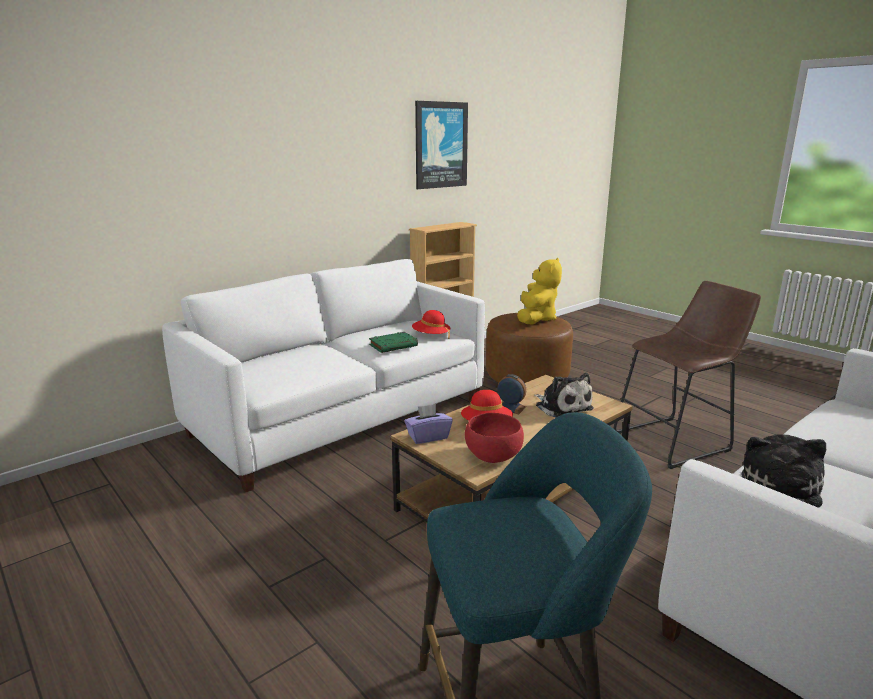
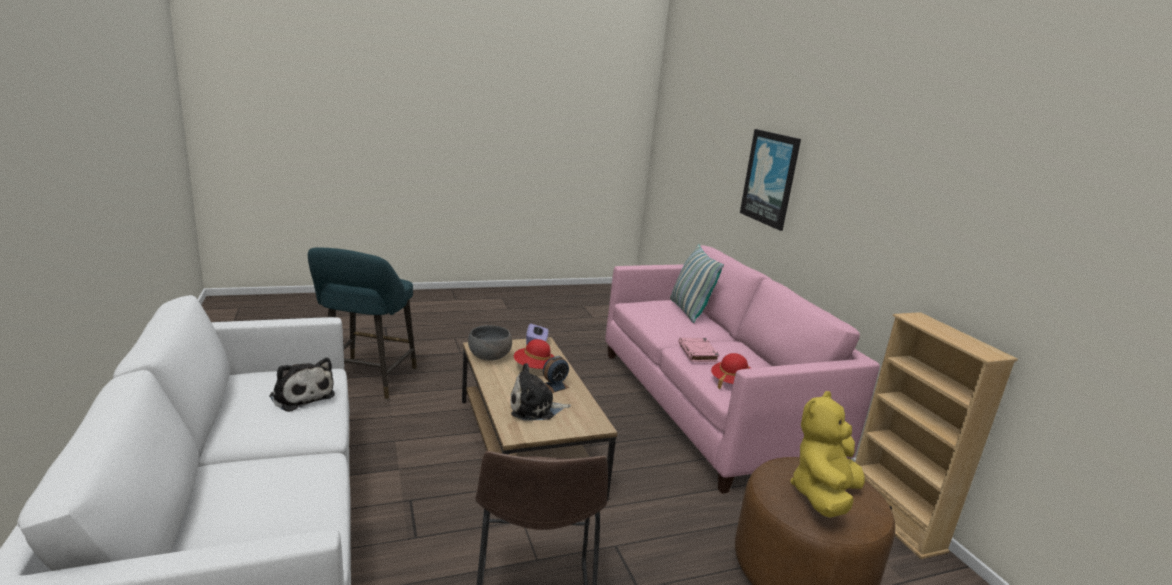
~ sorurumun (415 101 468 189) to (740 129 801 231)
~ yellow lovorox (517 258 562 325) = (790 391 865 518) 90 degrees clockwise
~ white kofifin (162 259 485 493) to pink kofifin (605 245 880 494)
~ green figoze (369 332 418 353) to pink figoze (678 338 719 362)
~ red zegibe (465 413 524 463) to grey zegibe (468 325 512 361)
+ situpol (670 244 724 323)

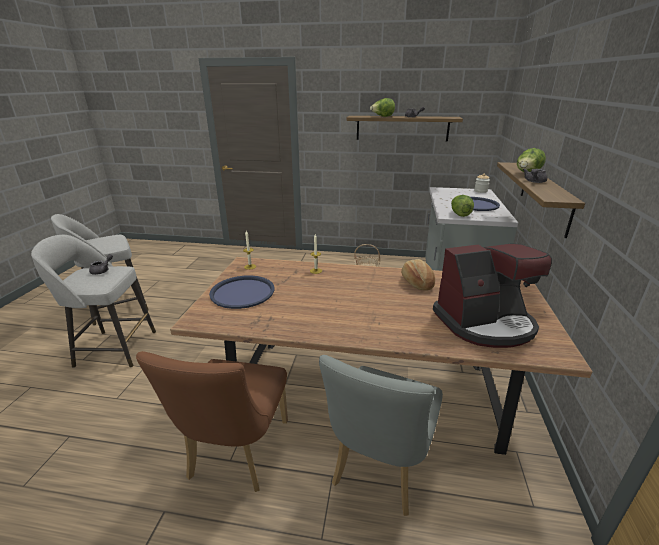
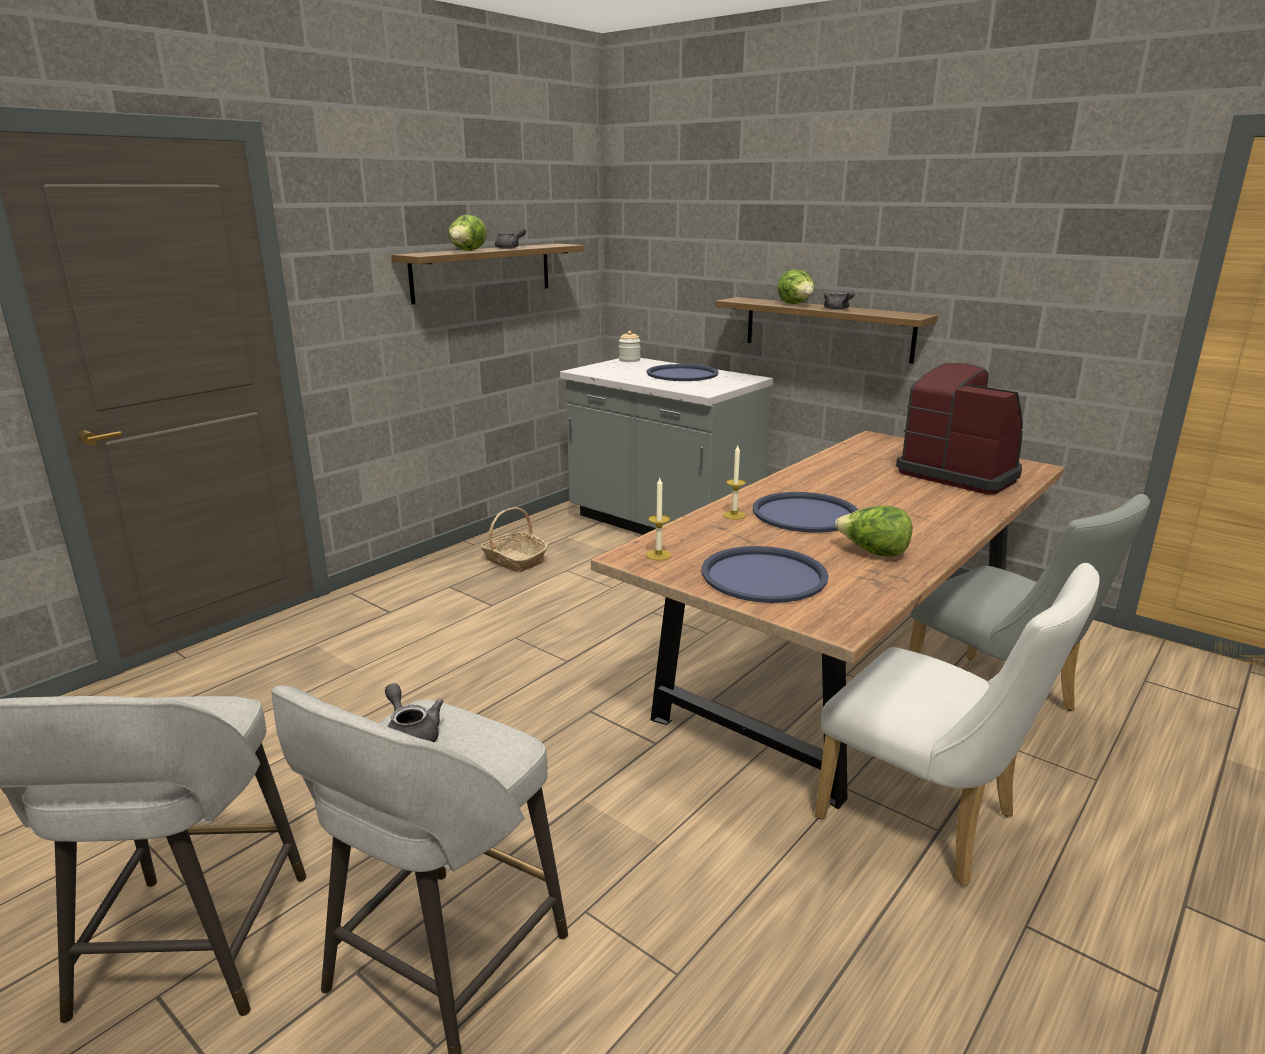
~ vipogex (451 195 474 217) to (835 506 913 557)
~ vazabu (433 243 552 348) = (896 363 1023 494) 60 degrees counterclockwise
- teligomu (401 259 435 291)
~ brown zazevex (136 351 288 492) to white zazevex (815 563 1100 886)
+ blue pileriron (753 492 858 533)

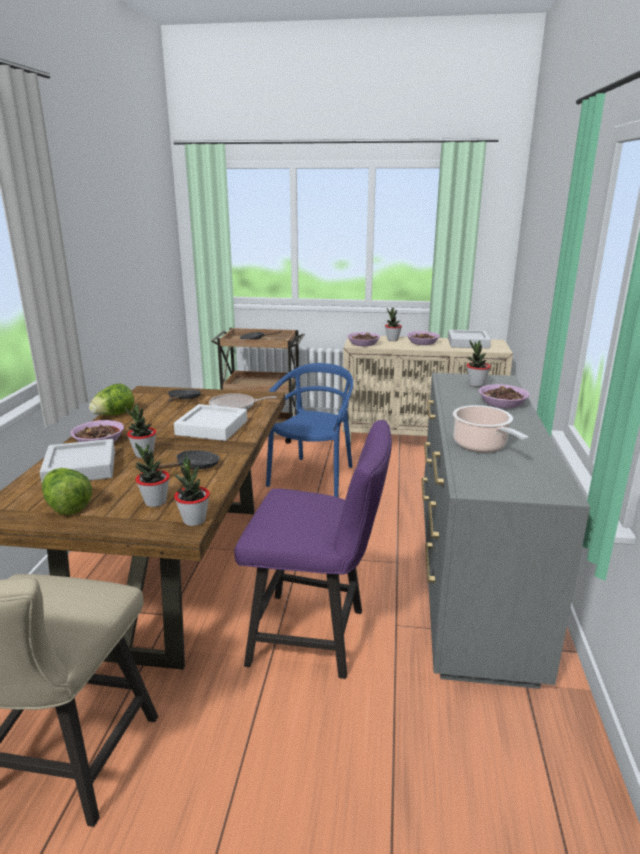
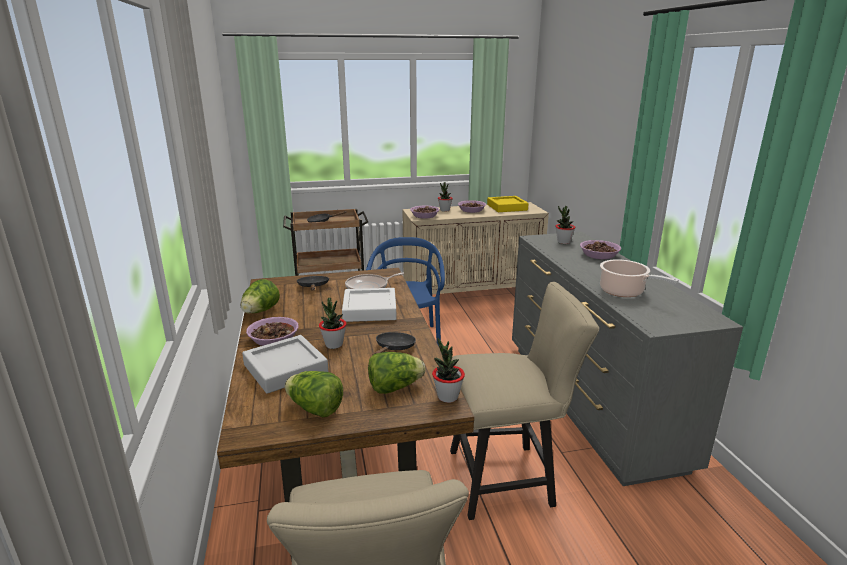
~ grey pileriron (448 330 491 348) to yellow pileriron (487 196 529 212)
~ purple zazevex (234 420 392 679) to beige zazevex (450 282 599 520)
~ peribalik (135 443 170 507) to vipogex (368 352 425 394)

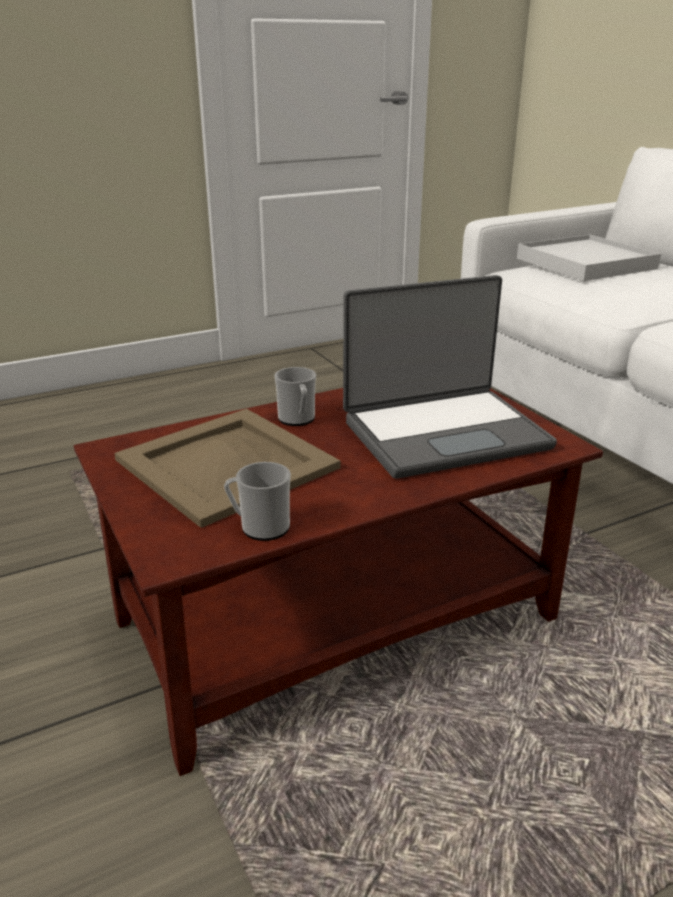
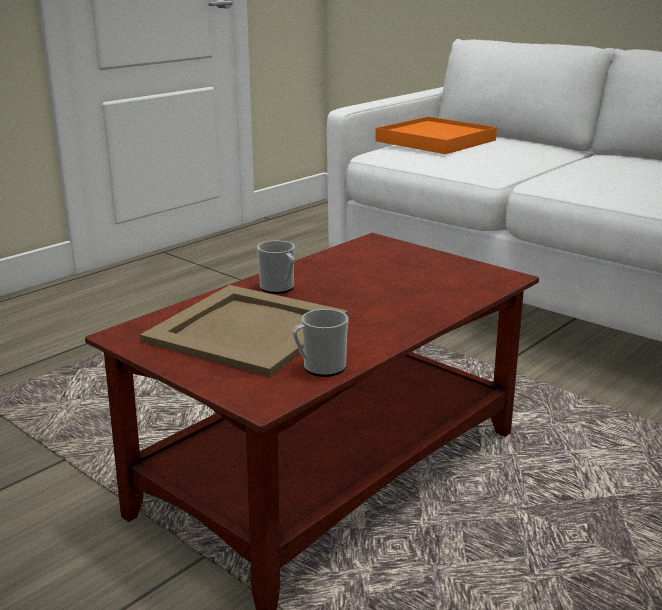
~ white pileriron (517 235 661 281) to orange pileriron (376 117 497 154)
- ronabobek (343 275 557 479)

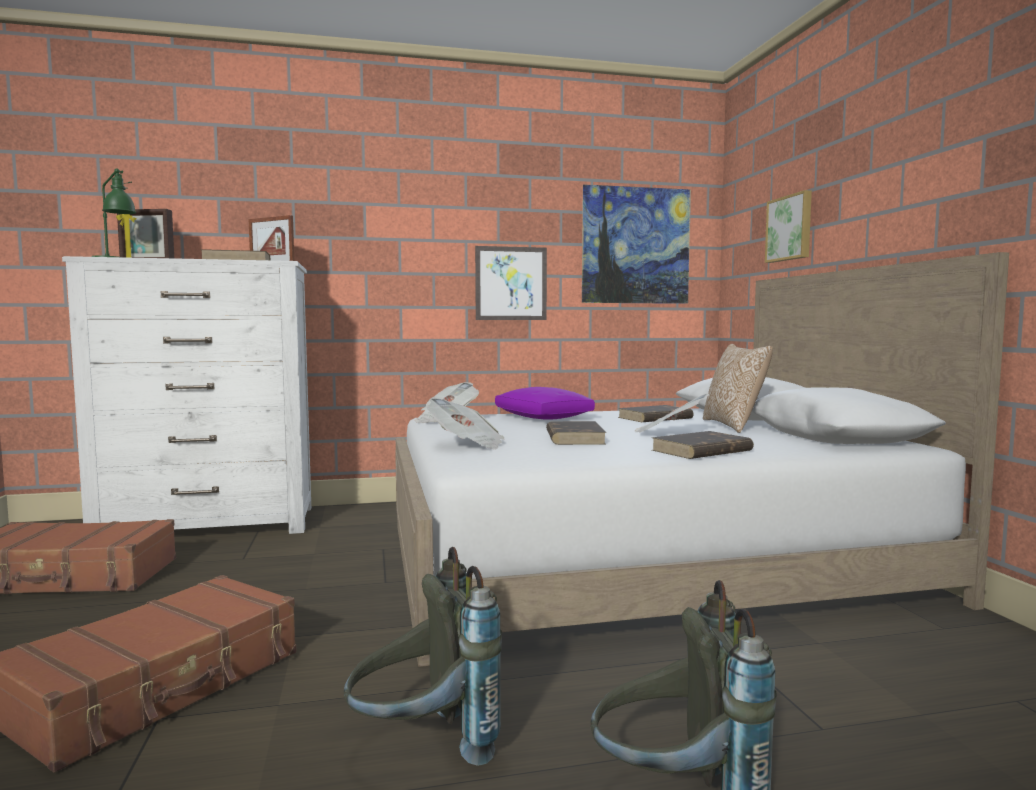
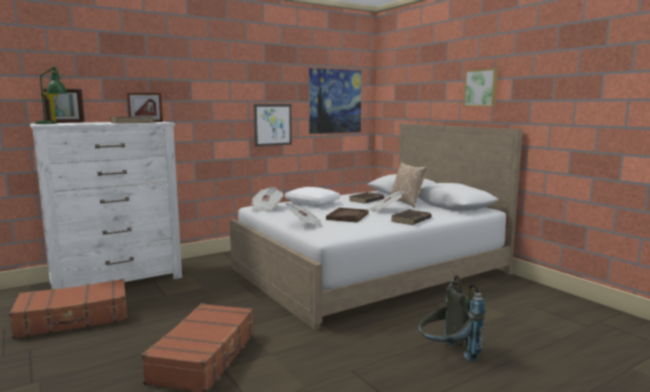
~ sorurumun (765 190 812 263) to (464 68 498 107)
~ purple situpol (495 387 595 420) to white situpol (285 187 340 205)
~ brown figoze (546 421 606 445) to brown pileriron (326 208 369 223)
- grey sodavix (344 547 502 766)

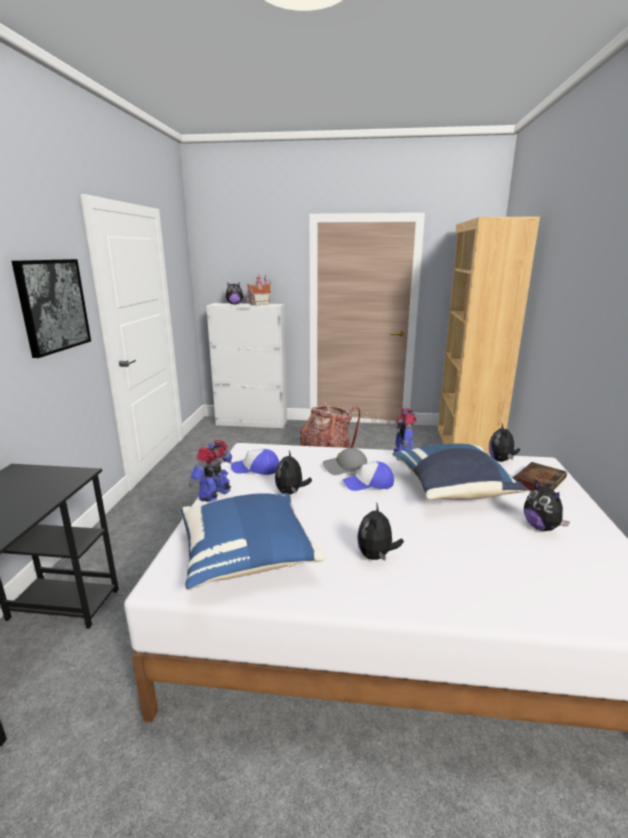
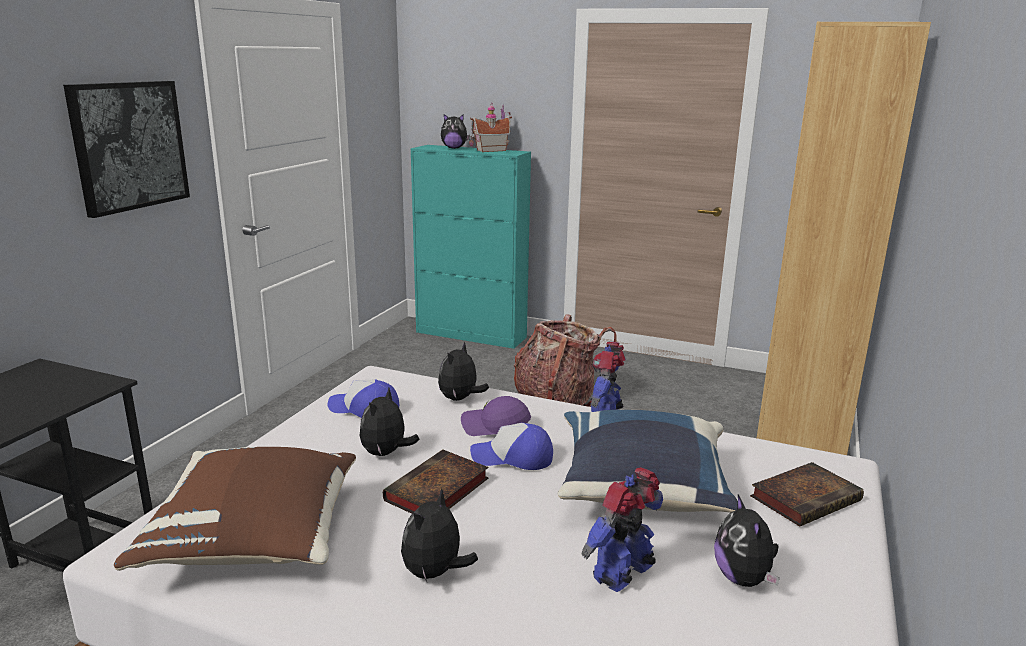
~ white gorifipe (206 303 287 428) to turquoise gorifipe (411 145 531 349)
~ lovorox (489 424 520 462) to (438 342 489 401)
~ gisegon (189 440 232 502) to (582 467 663 592)
~ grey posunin (323 448 367 475) to purple posunin (461 396 531 436)
~ blue situpol (181 493 325 591) to brown situpol (114 447 356 571)
+ figoze (383 450 488 514)

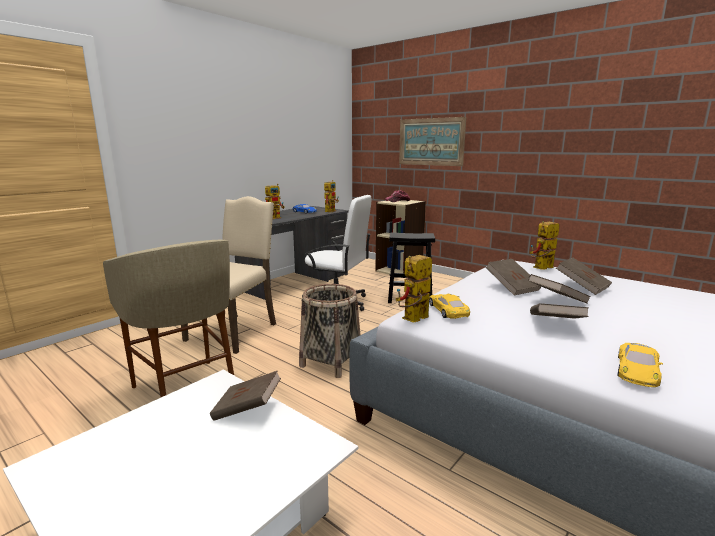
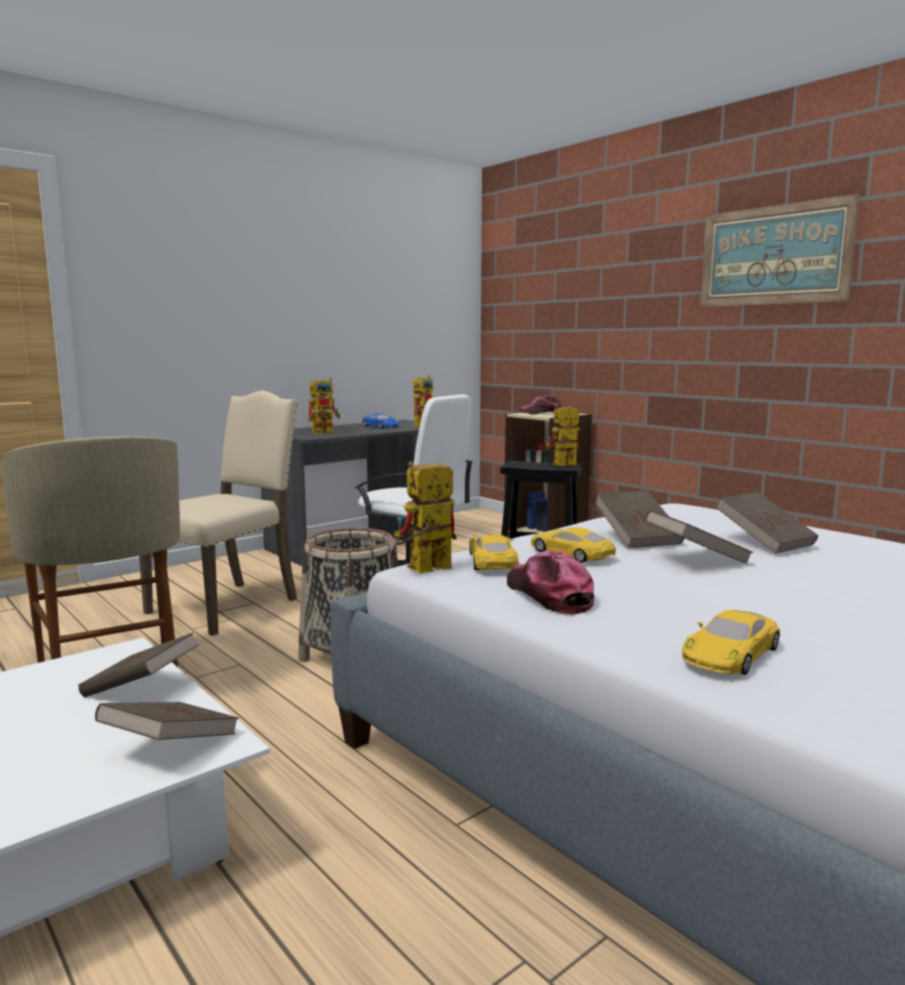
~ sorurumun (399 117 466 166) to (700 194 860 307)
~ gisegon (530 221 560 270) to (546 405 581 466)
~ brown figoze (530 303 589 319) to (95 702 239 740)
+ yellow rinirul (531 527 616 563)
+ posunin (507 551 594 615)

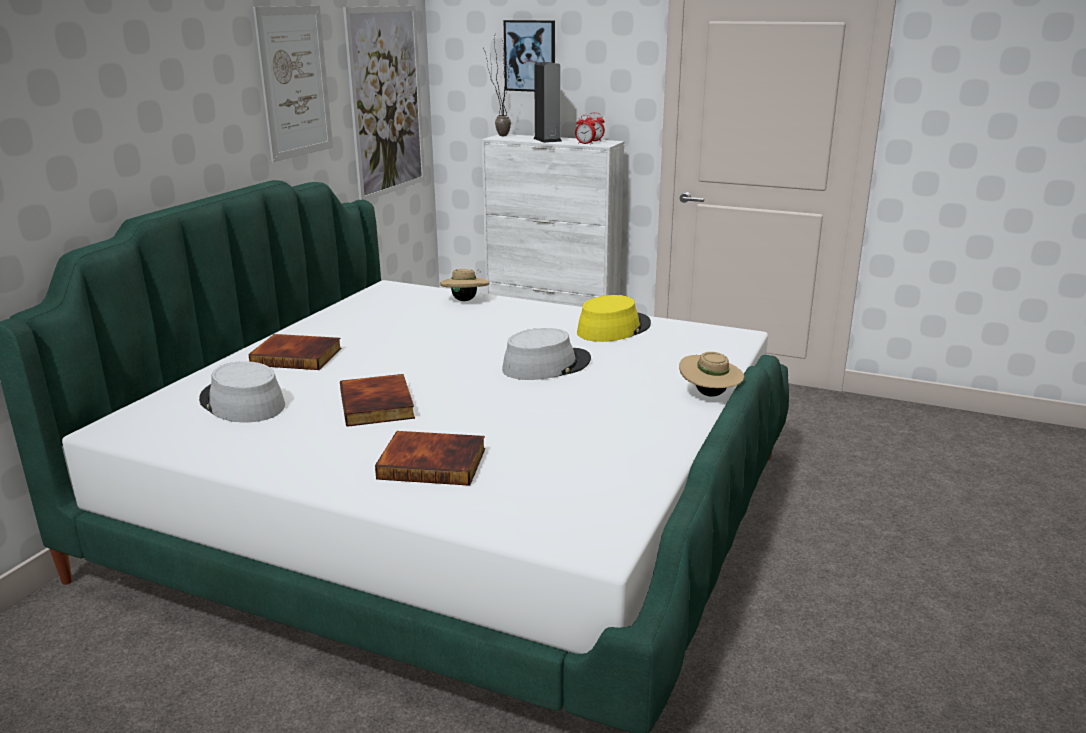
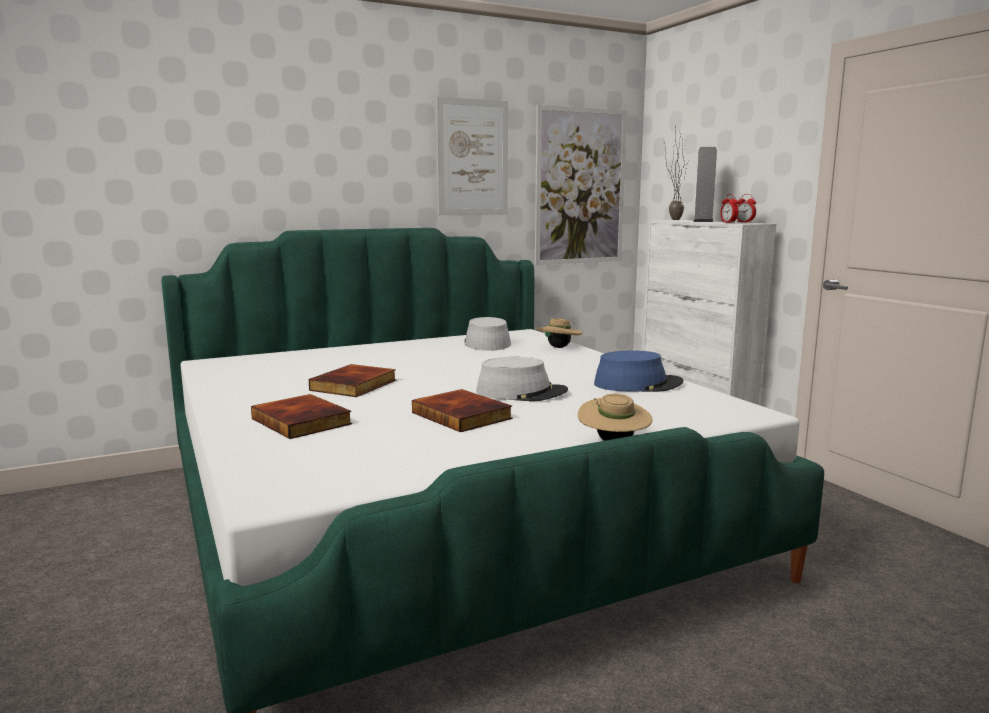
- sorurumun (504 20 555 92)
~ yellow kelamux (577 295 651 342) to blue kelamux (594 350 683 392)
~ figoze (248 334 342 370) to (412 389 512 432)
~ grey kelamux (199 361 285 422) to (465 317 511 351)

